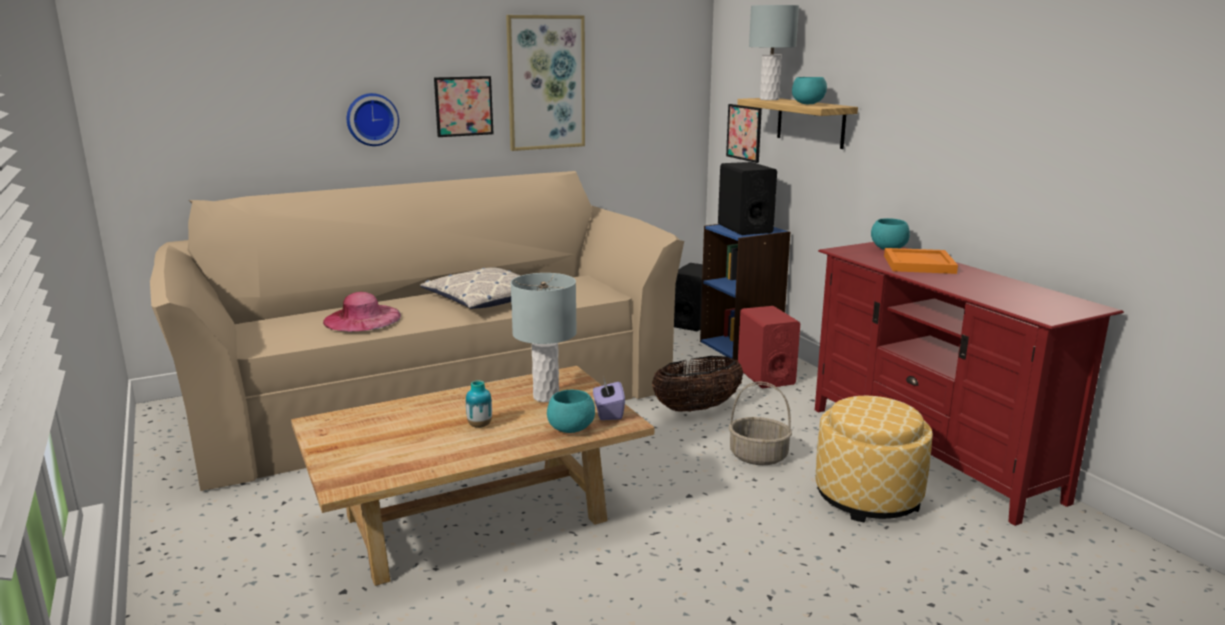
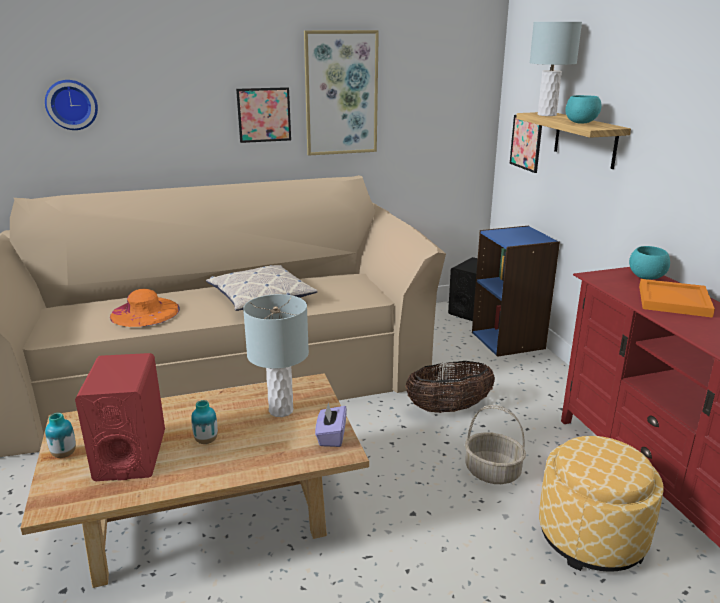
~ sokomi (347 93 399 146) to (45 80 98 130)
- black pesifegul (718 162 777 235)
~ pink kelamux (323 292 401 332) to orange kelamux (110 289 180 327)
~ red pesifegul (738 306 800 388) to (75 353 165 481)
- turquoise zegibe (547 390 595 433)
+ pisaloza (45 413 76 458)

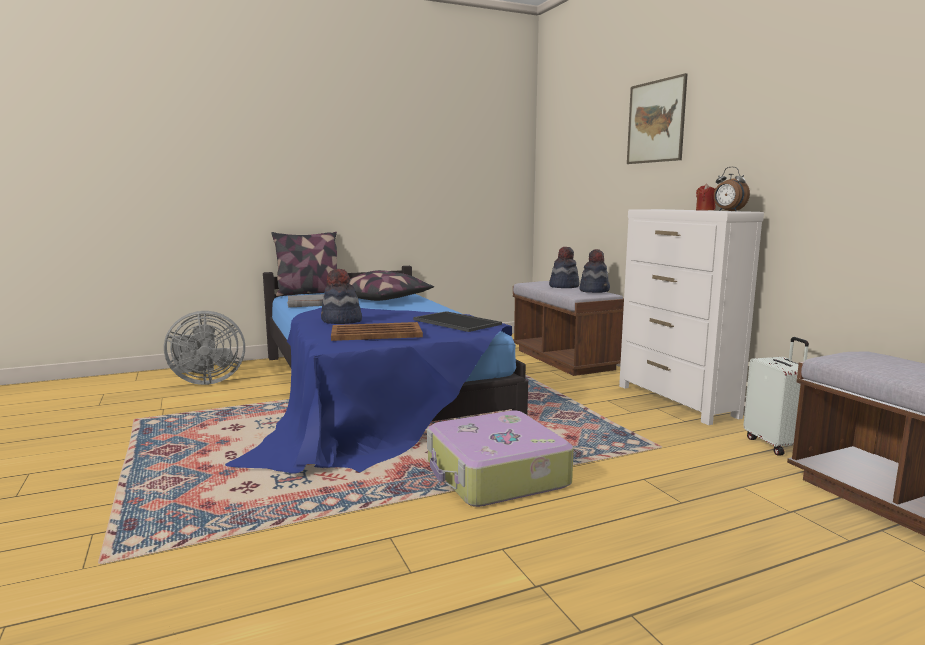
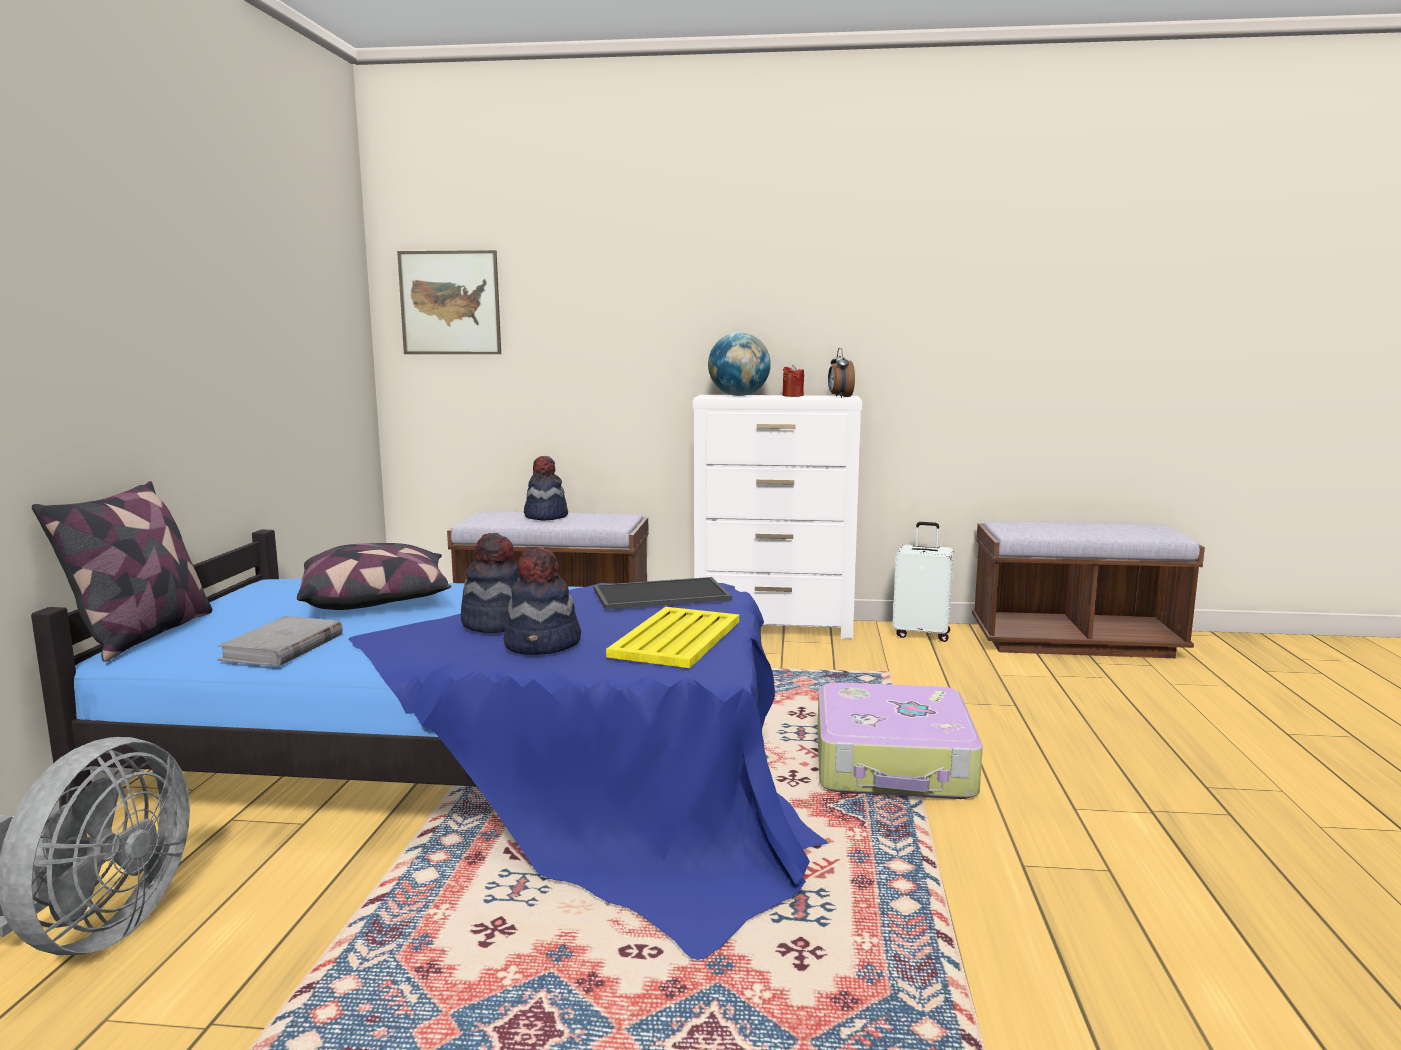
~ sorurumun (627 73 688 164) to (397 250 501 354)
~ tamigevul (714 167 750 211) = (828 347 855 398) 90 degrees clockwise
~ kelamux (579 249 610 293) to (461 533 520 633)
~ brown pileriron (331 322 423 341) to yellow pileriron (606 607 739 668)
+ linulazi (708 332 771 396)

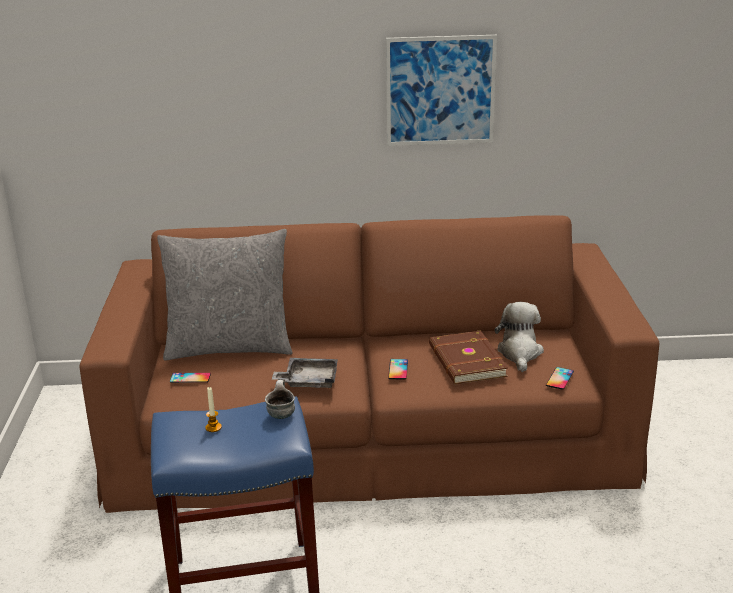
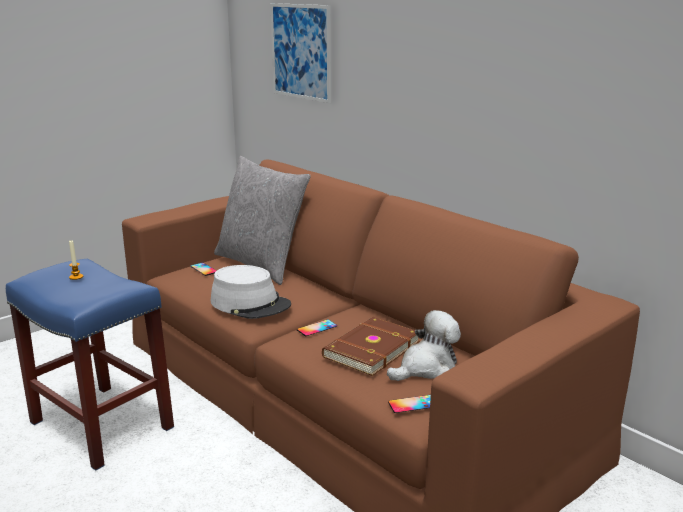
~ sorurumun (386 35 497 146) to (270 3 331 103)
~ grey pileriron (272 358 338 388) to grey kelamux (211 265 291 319)
- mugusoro (265 380 295 419)

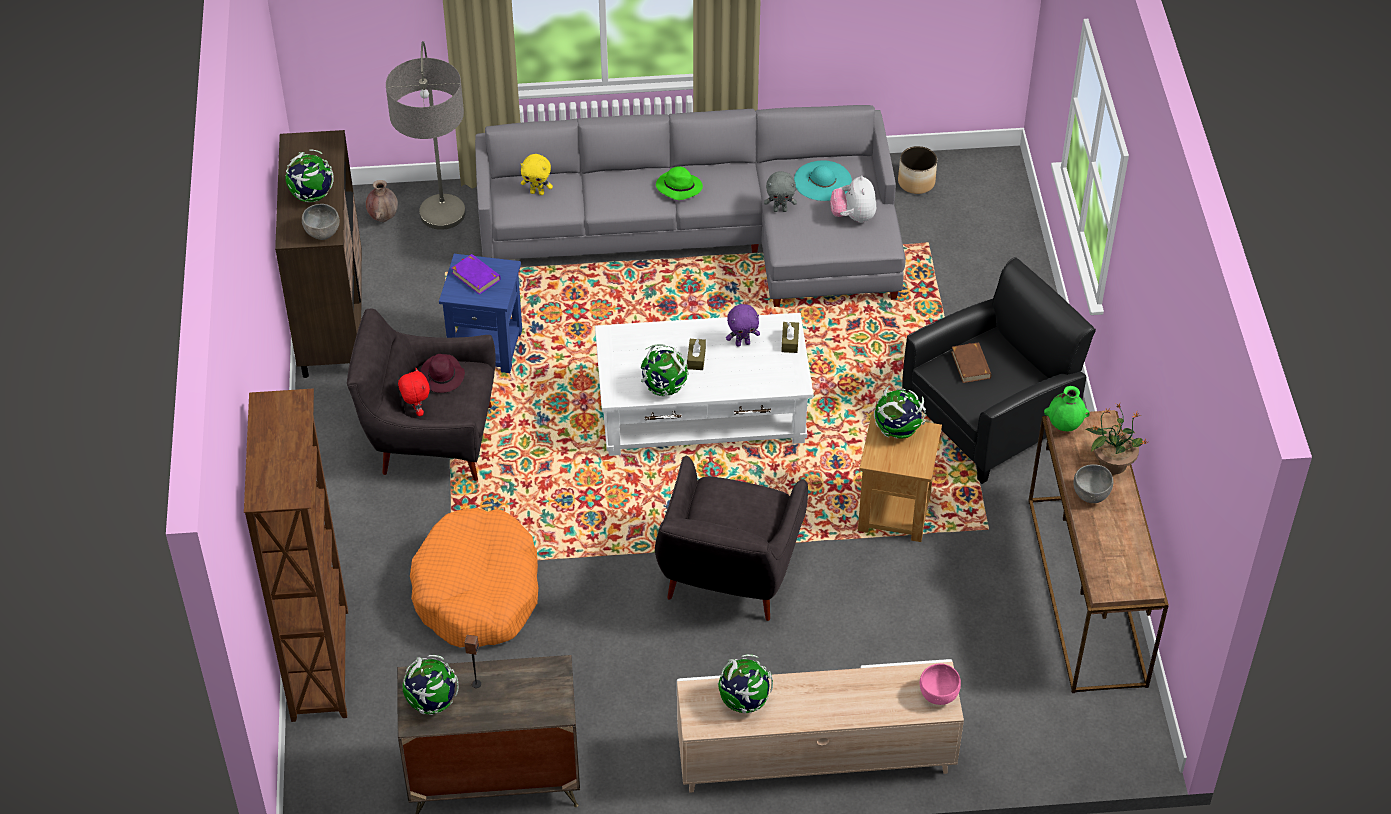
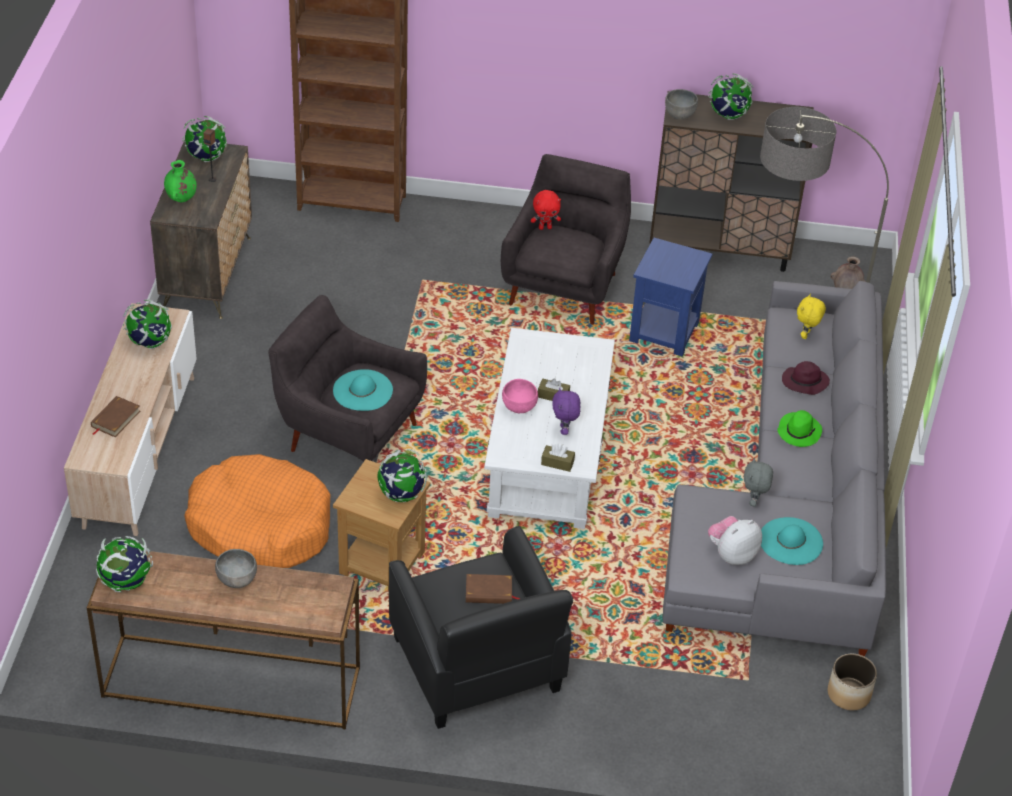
~ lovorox (830 175 876 223) = (708 516 762 565) 45 degrees counterclockwise
- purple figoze (451 254 501 295)
~ linulazi (641 344 689 396) to (96 536 153 592)
~ purple kelamux (420 354 465 393) to (782 361 830 395)
~ green pisaloza (1044 386 1090 431) to (164 160 197 202)
- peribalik (1086 403 1148 475)
~ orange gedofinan (410 508 538 647) to (184 454 331 568)
~ pink zegibe (920 663 961 705) to (502 379 538 413)
+ turquoise kelamux (333 369 393 411)
+ brown figoze (91 396 140 437)

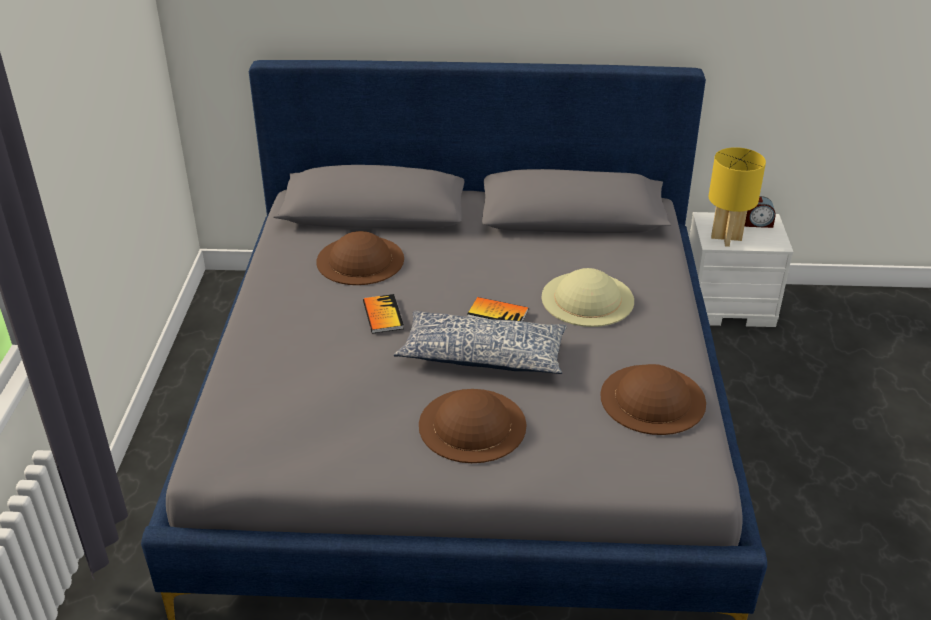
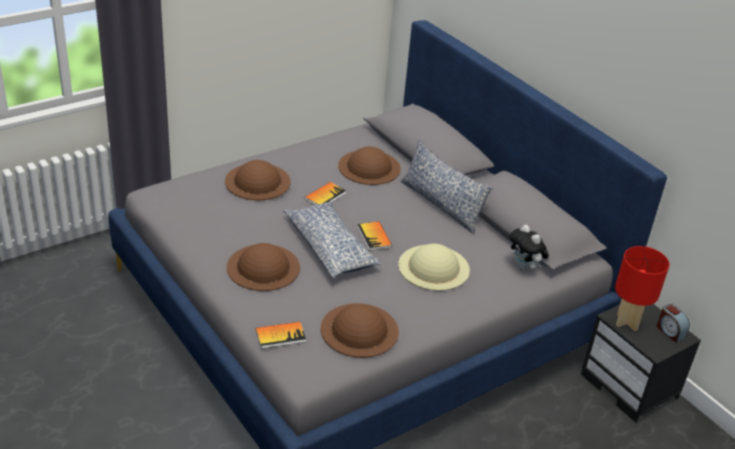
~ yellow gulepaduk (708 147 766 247) to red gulepaduk (615 246 669 331)
~ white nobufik (689 212 793 327) to black nobufik (581 304 701 423)
+ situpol (400 140 493 234)
+ brown kelamux (225 160 291 200)
+ lovorox (510 225 549 271)
+ figoze (256 322 306 349)

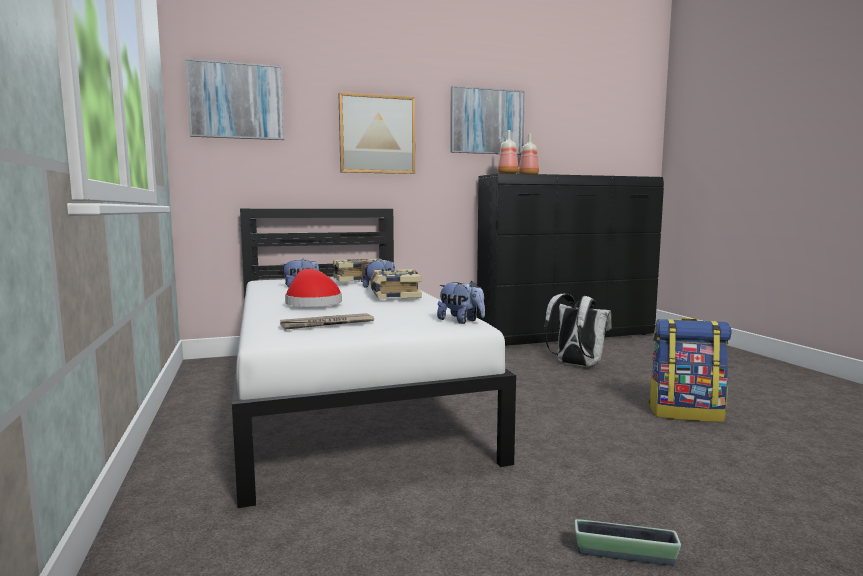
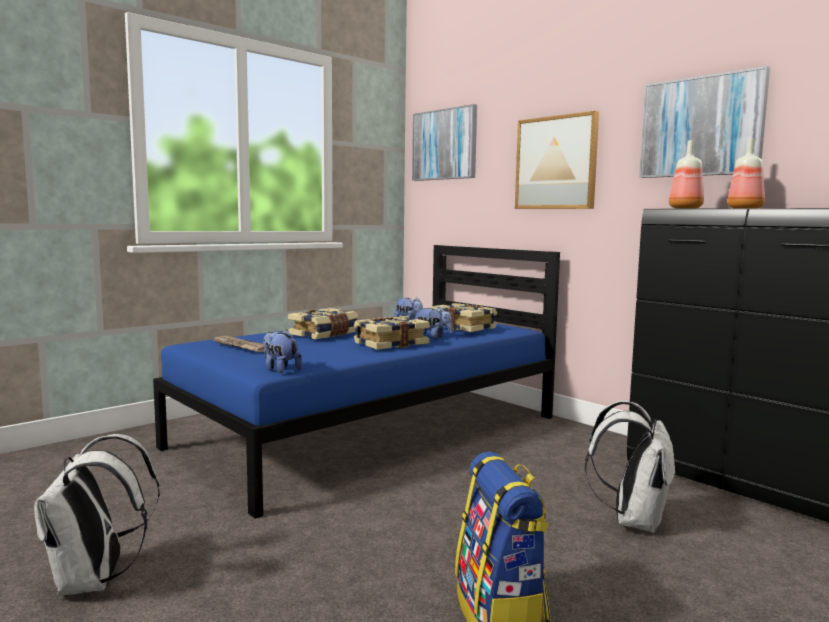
~ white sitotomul (232 209 516 508) to blue sitotomul (153 245 560 519)
~ red kelamux (285 269 342 307) to figoze (288 308 358 339)
~ lovorox (437 281 485 324) = (263 330 303 373) 120 degrees clockwise
~ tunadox (575 519 681 566) to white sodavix (34 434 160 596)

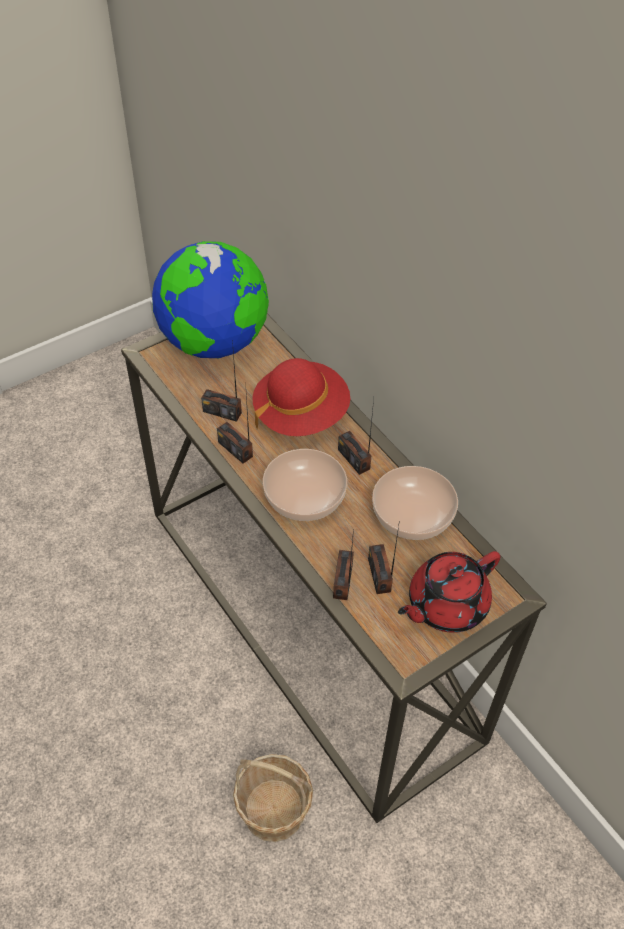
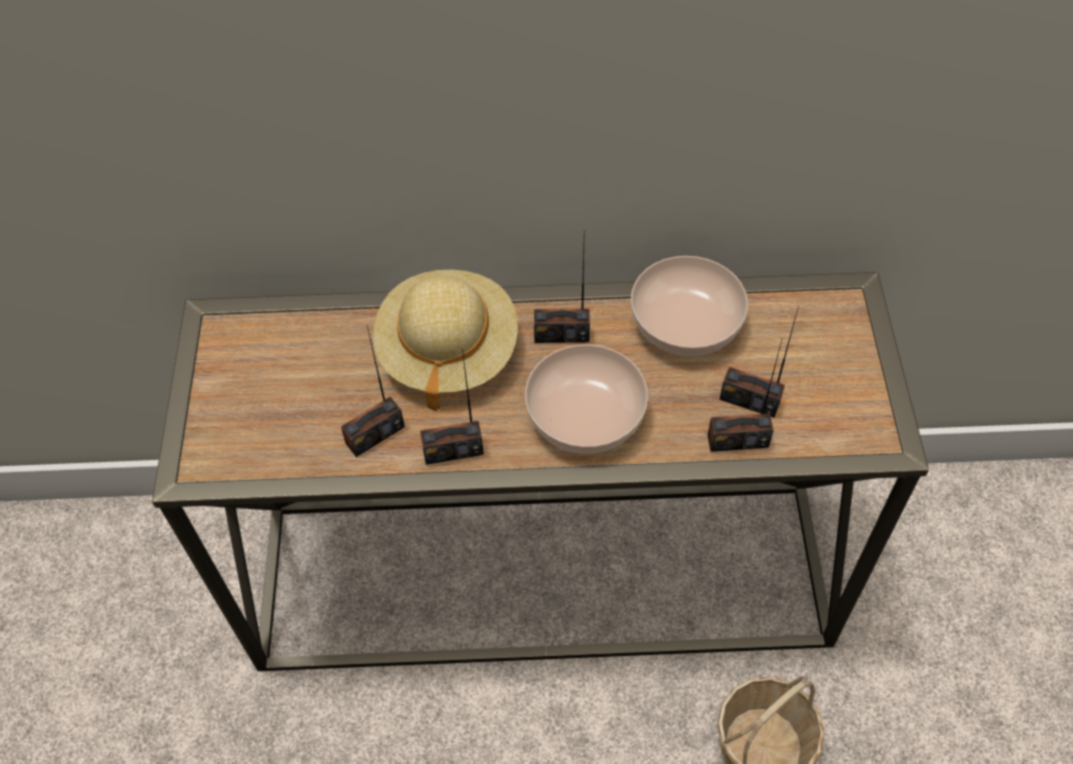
- linulazi (152 241 269 358)
~ red kelamux (253 358 350 436) to beige kelamux (373 270 518 411)
~ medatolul (333 529 354 600) = (708 340 782 452) 45 degrees counterclockwise
- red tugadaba (398 551 501 633)

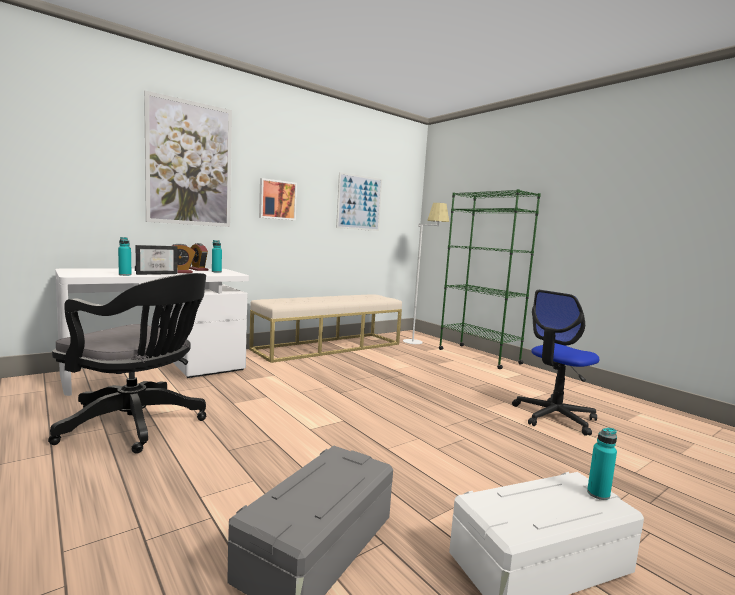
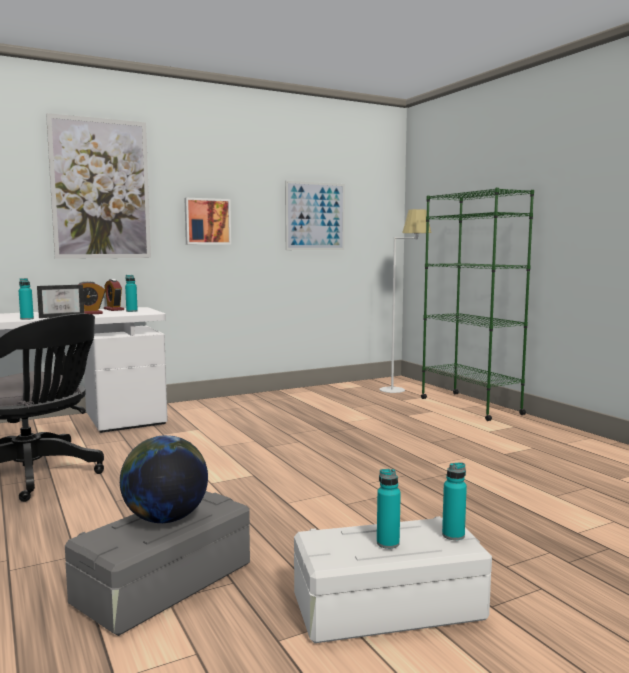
- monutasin (512 290 599 436)
- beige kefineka (249 294 402 363)
+ linulazi (120 435 208 523)
+ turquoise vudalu (377 469 401 549)

